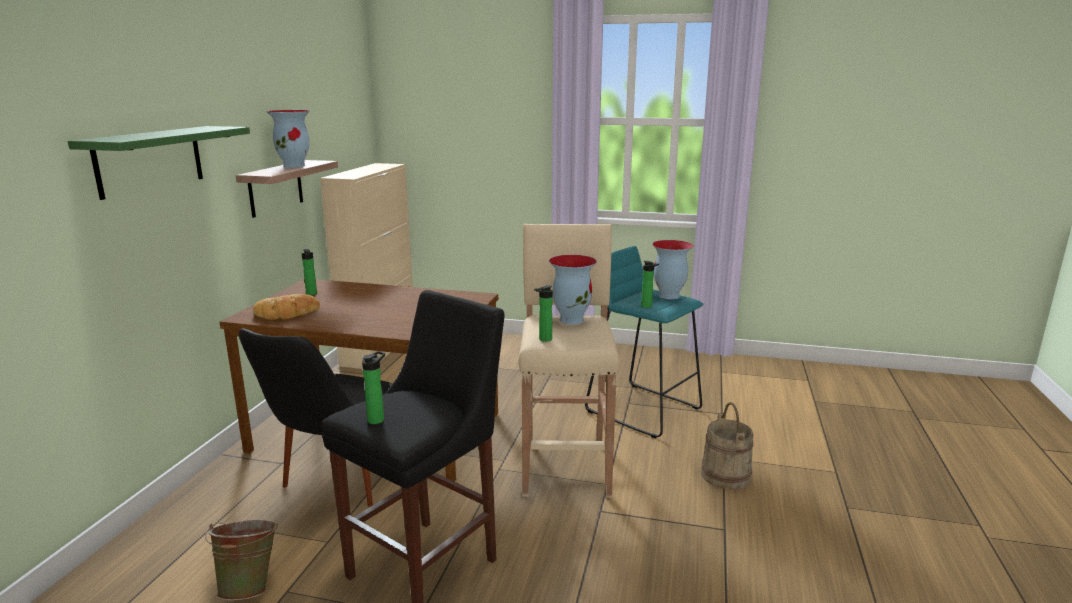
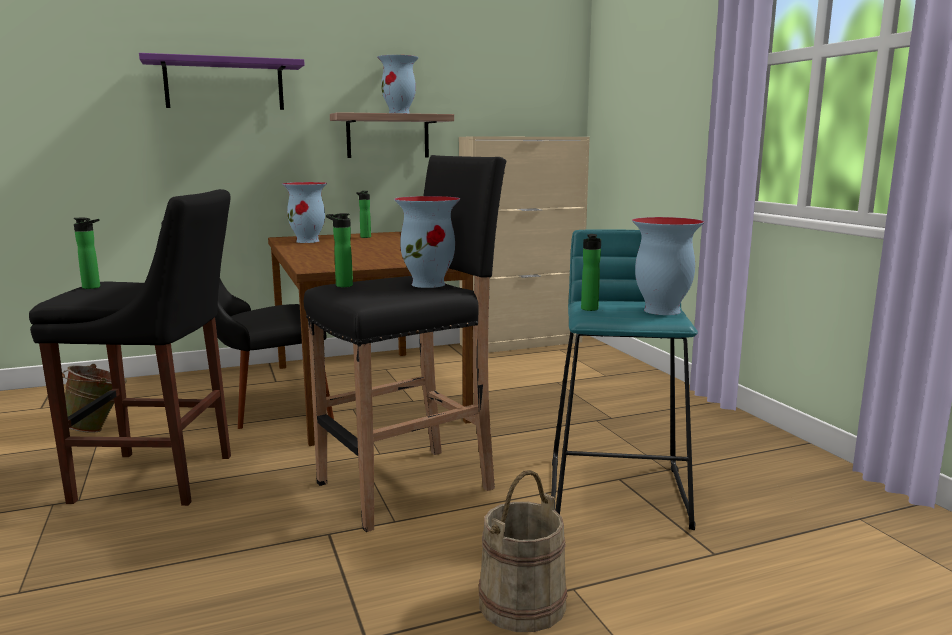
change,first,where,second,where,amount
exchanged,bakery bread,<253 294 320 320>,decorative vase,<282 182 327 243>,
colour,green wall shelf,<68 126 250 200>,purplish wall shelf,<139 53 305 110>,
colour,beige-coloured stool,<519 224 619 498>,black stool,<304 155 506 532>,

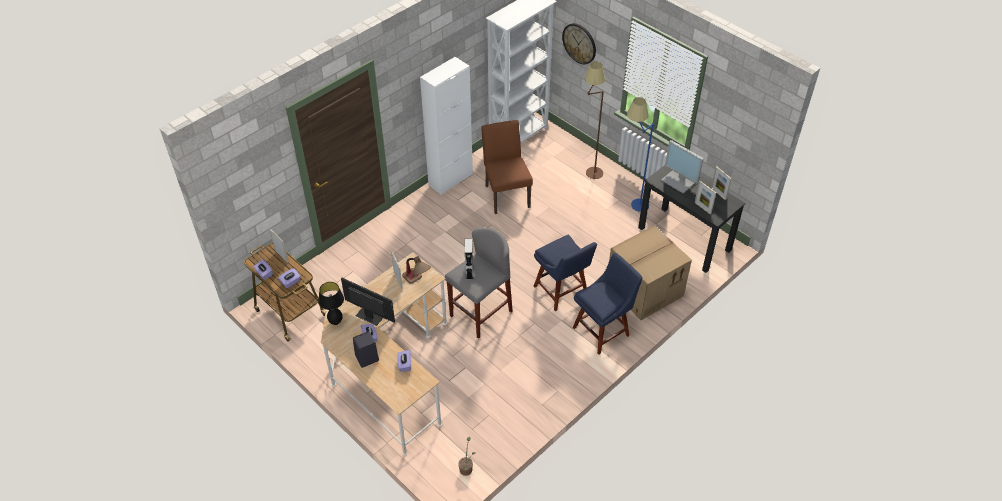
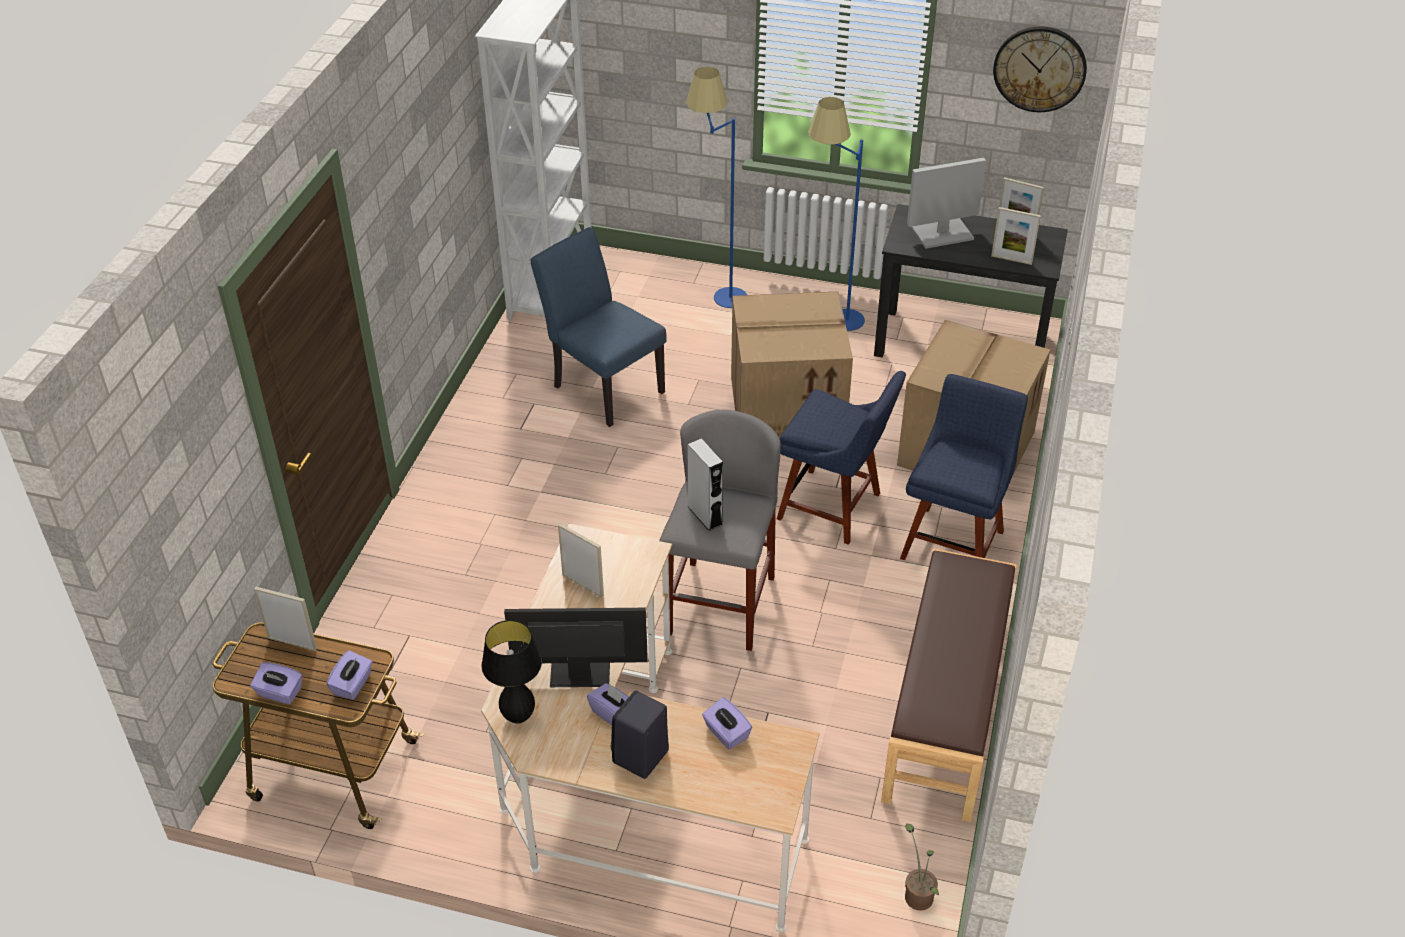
change,first,where,second,where,amount
missing,lamp for a table,<402 256 431 284>,,,
missing,whitish cupboard,<420 57 473 195>,,,
appeared,,,packing box,<731 291 853 439>,
appeared,,,brownish long seat,<881 548 1017 822>,
relocated,wall clock,<562 23 596 64>,,<993 26 1087 112>,
colour,brownish plain chair,<481 120 533 214>,blue plain chair,<531 227 667 427>,
colour,brownish standing lamp,<585 62 605 179>,blue standing lamp,<686 67 747 308>,
spun,computer display,<661 140 704 194>,,<907 158 986 249>,150 degrees clockwise

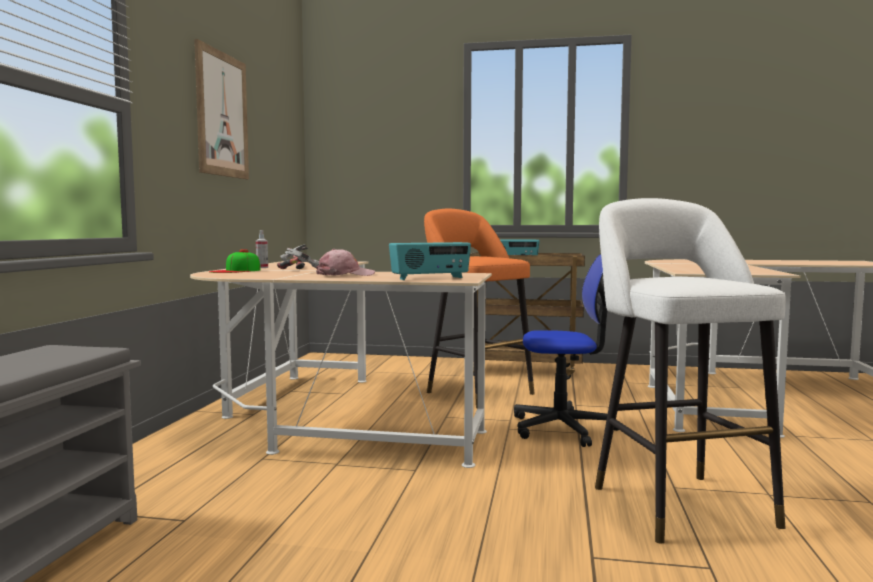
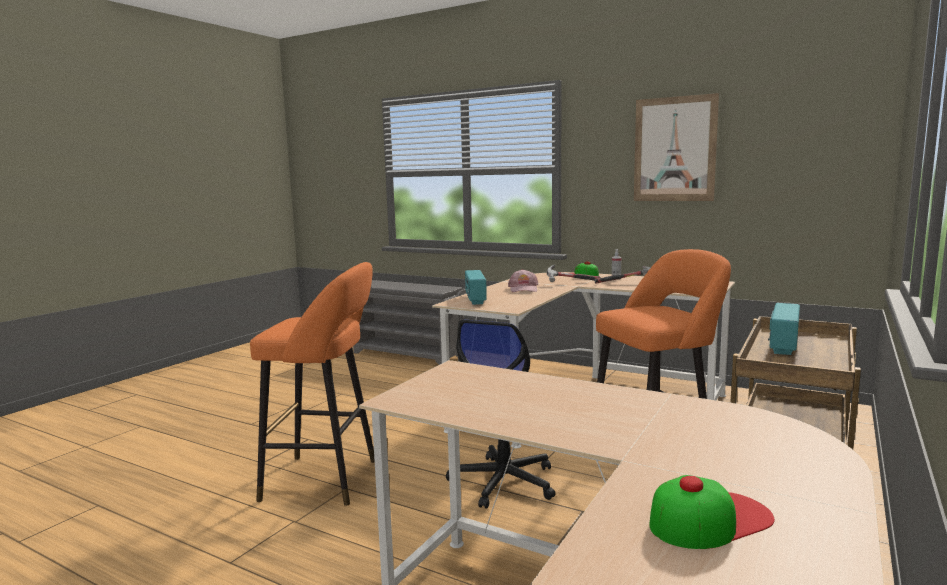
change,first,where,second,where,amount
appeared,,,baseball cap,<649 475 775 549>,
colour,whitish stool,<595 198 786 544>,orangey stool,<250 262 375 506>,

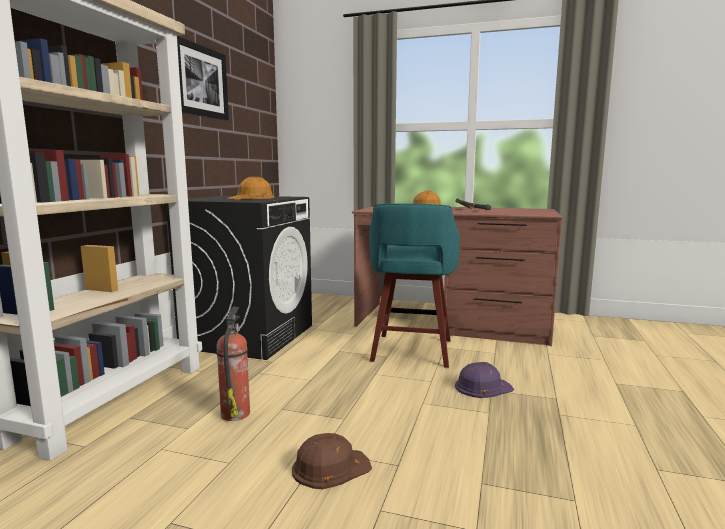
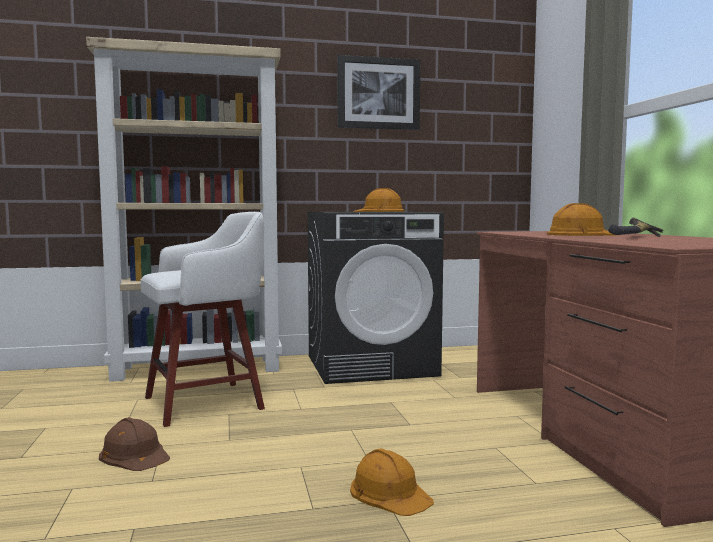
change,first,where,second,where,amount
missing,turquoise-coloured stool,<369 203 460 368>,,,
exchanged,fire-fighting cylinder,<216 307 250 421>,whitish stool,<141 212 265 427>,
colour,purplish safety helmet,<455 362 514 398>,orangey safety helmet,<350 448 434 516>,

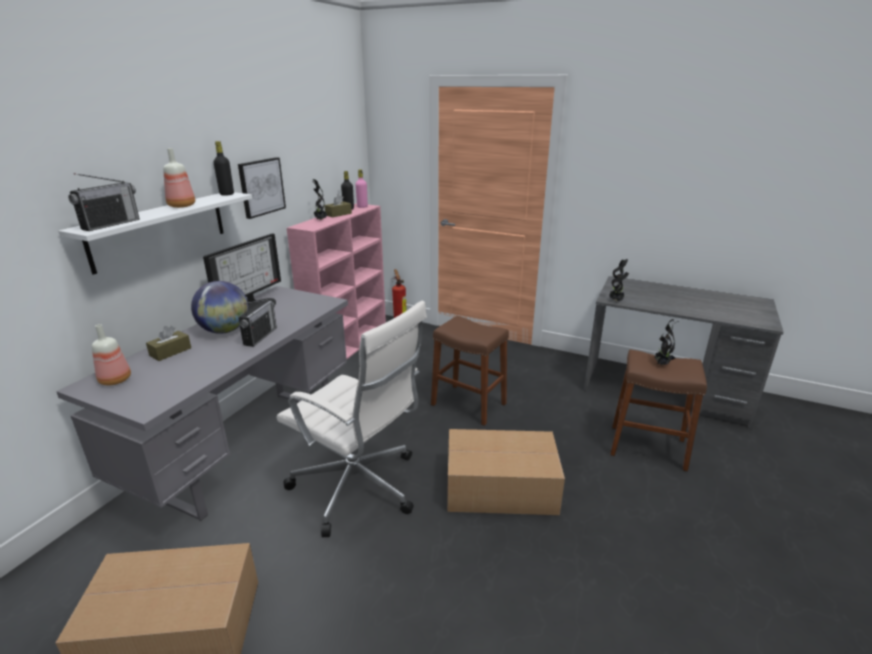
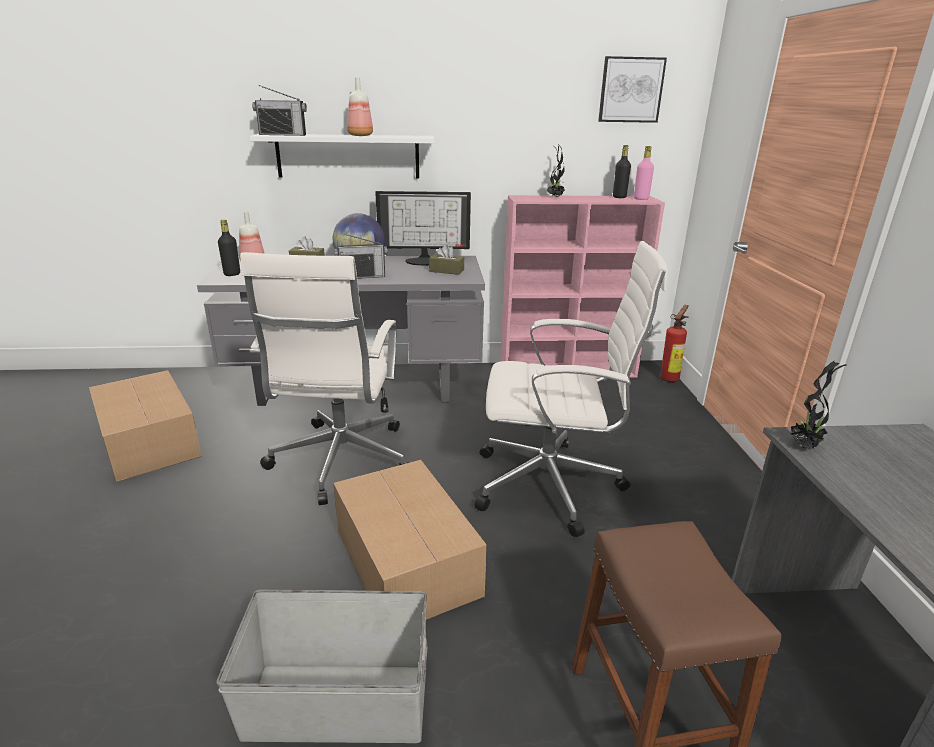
change,first,where,second,where,amount
missing,potted plant,<654 319 679 365>,,,
appeared,,,grey storage container,<216 589 427 743>,
relocated,black bottle,<213 141 234 196>,,<218 219 240 276>,
relocated,wall art,<238 157 286 219>,,<598 56 667 123>,
relocated,brownish tissue holder,<324 194 352 217>,,<429 244 464 275>,
exchanged,brownish stool,<431 316 509 426>,whitish office chair,<474 241 668 537>,

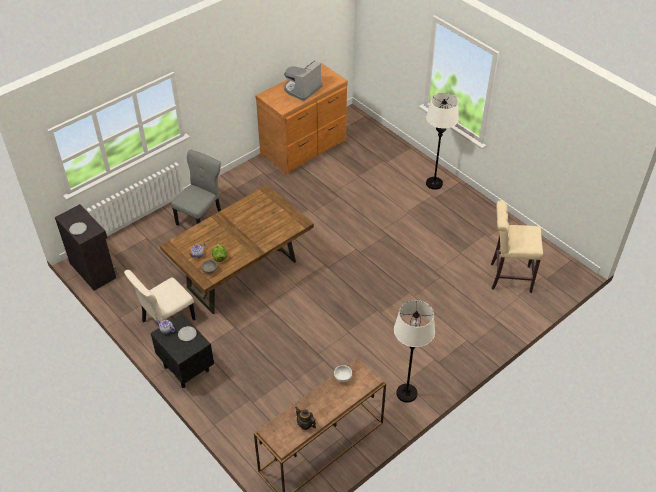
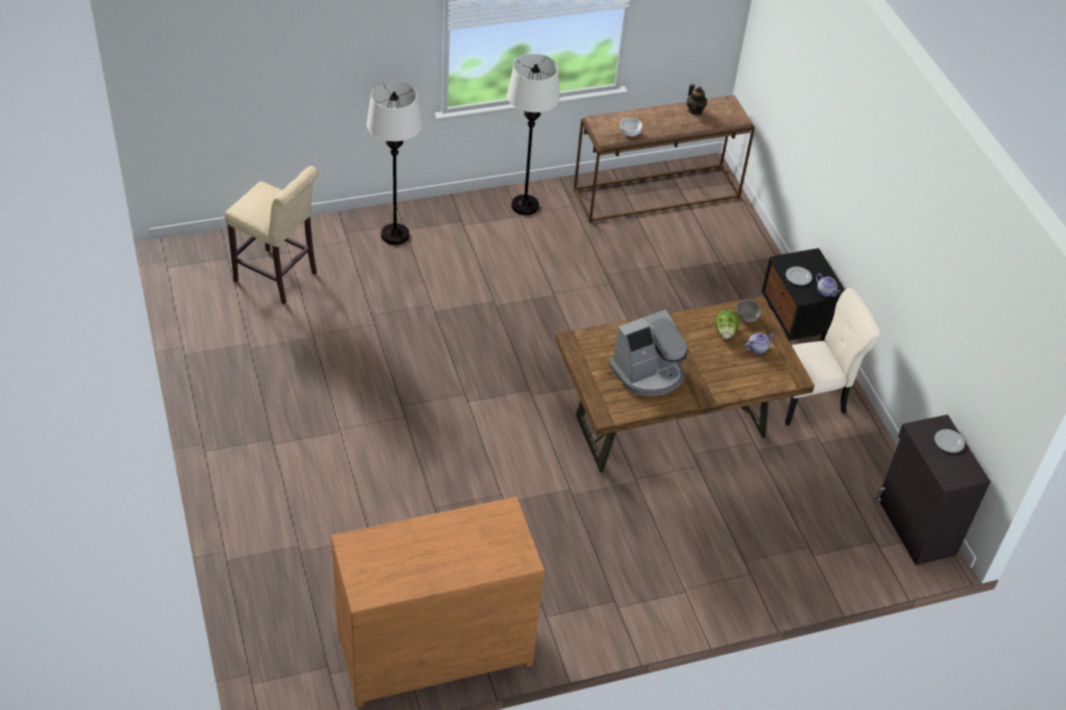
change,first,where,second,where,amount
missing,grey plain chair,<171 150 221 226>,,,
relocated,coffee brewer,<284 60 323 101>,,<609 310 688 396>,
relocated,whitish standing lamp,<426 93 459 190>,,<367 81 422 245>,

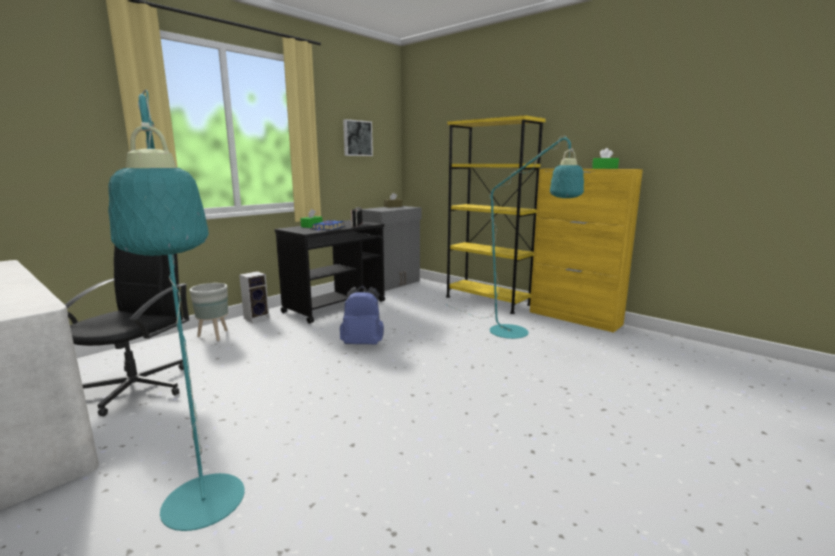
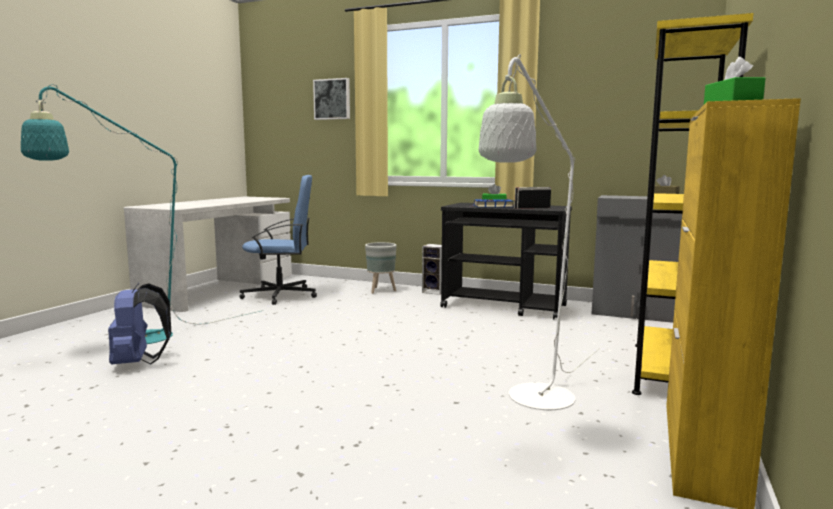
change,first,where,second,where,amount
relocated,blue backpack,<340 286 384 345>,,<108 283 171 365>,
relocated,wall art,<343 119 373 156>,,<313 78 350 120>,
colour,black office chair,<65 246 189 416>,blue office chair,<239 175 317 305>,
colour,turquoise-coloured standing lamp,<445 136 584 339>,whitish standing lamp,<479 54 600 410>,

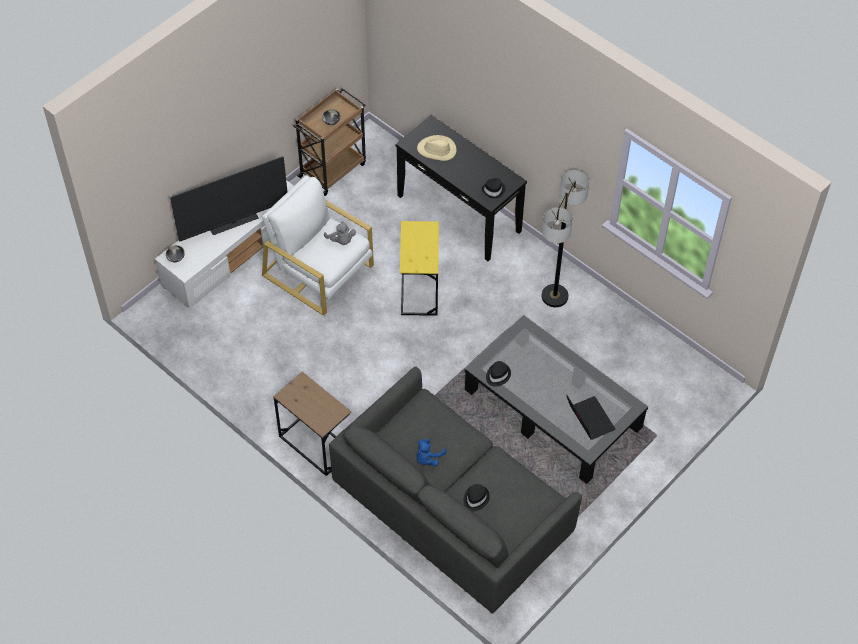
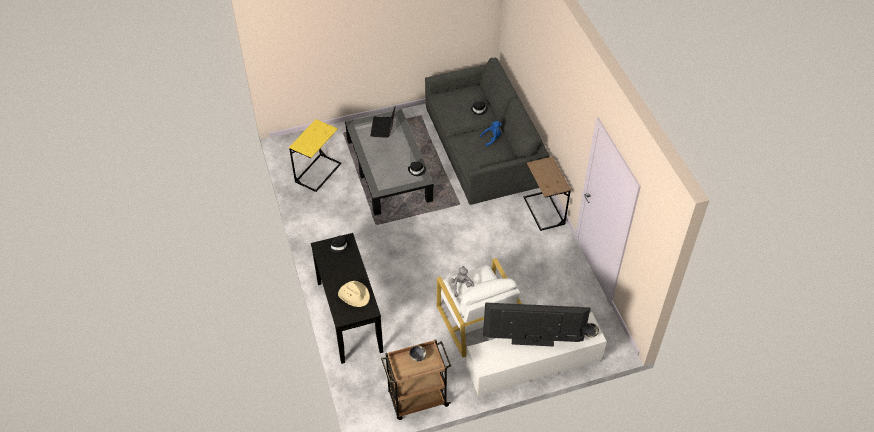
change,first,where,second,where,amount
missing,standing lamp,<542 170 589 307>,,,
relocated,yellow-coloured end table,<400 221 439 316>,,<289 119 341 192>,

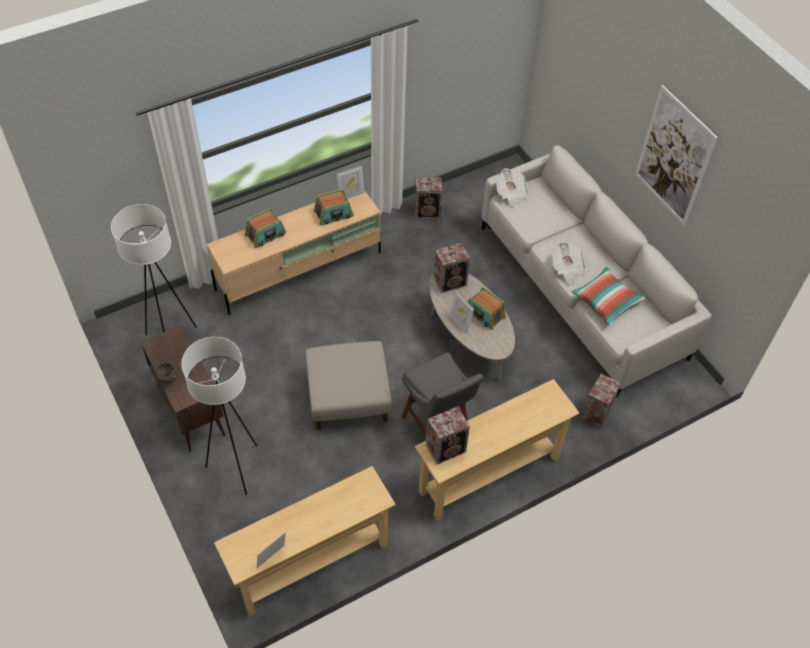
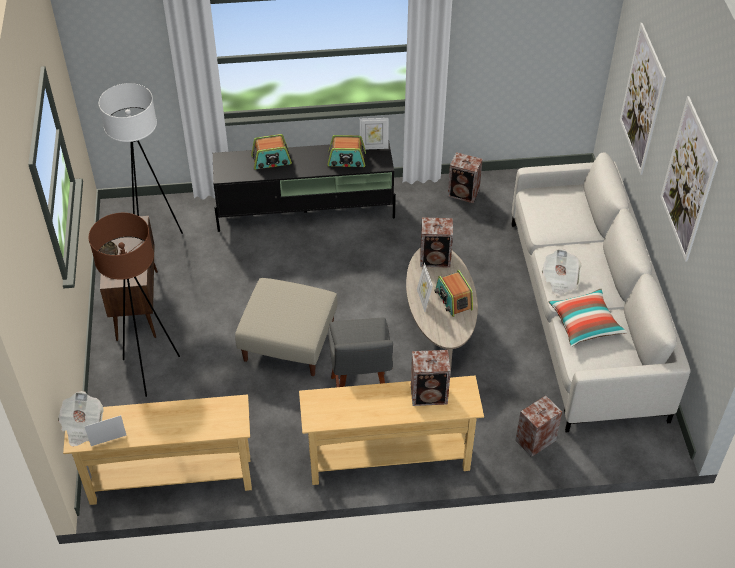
change,first,where,second,where,amount
appeared,,,wall art,<620 23 666 175>,
relocated,loudspeaker,<426 406 470 464>,,<411 350 451 406>,
relocated,newspaper,<496 168 529 208>,,<58 391 104 447>,
colour,whitish standing lamp,<181 337 257 495>,brownish standing lamp,<89 213 180 397>,
colour,beige-coloured media console,<207 190 381 315>,black media console,<213 140 396 232>,

